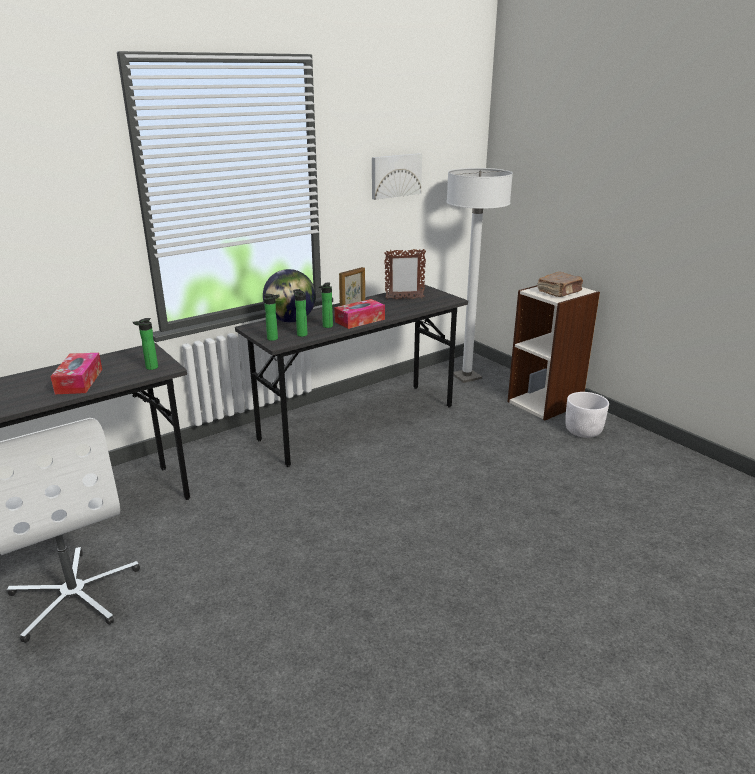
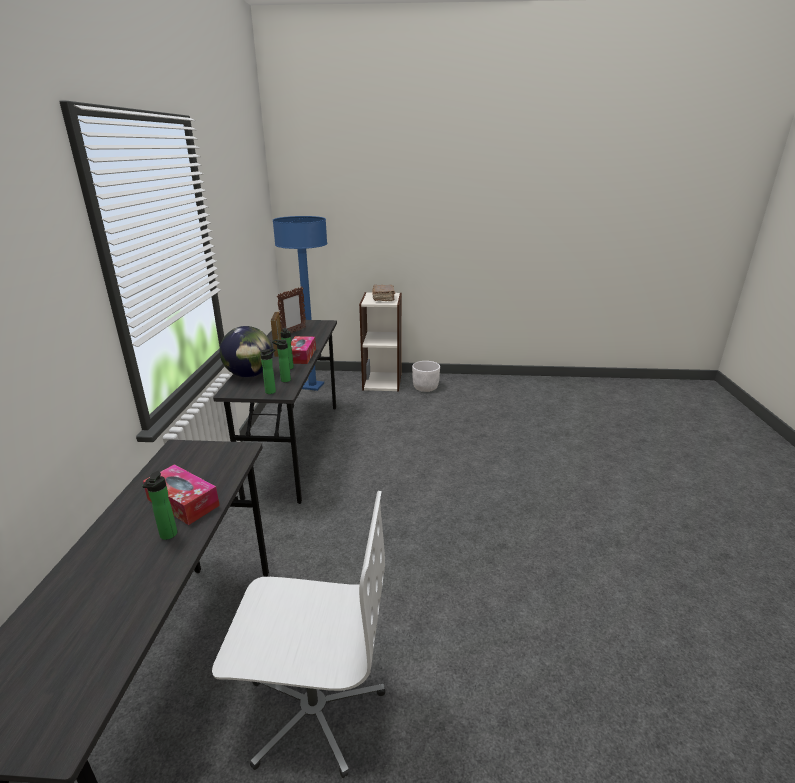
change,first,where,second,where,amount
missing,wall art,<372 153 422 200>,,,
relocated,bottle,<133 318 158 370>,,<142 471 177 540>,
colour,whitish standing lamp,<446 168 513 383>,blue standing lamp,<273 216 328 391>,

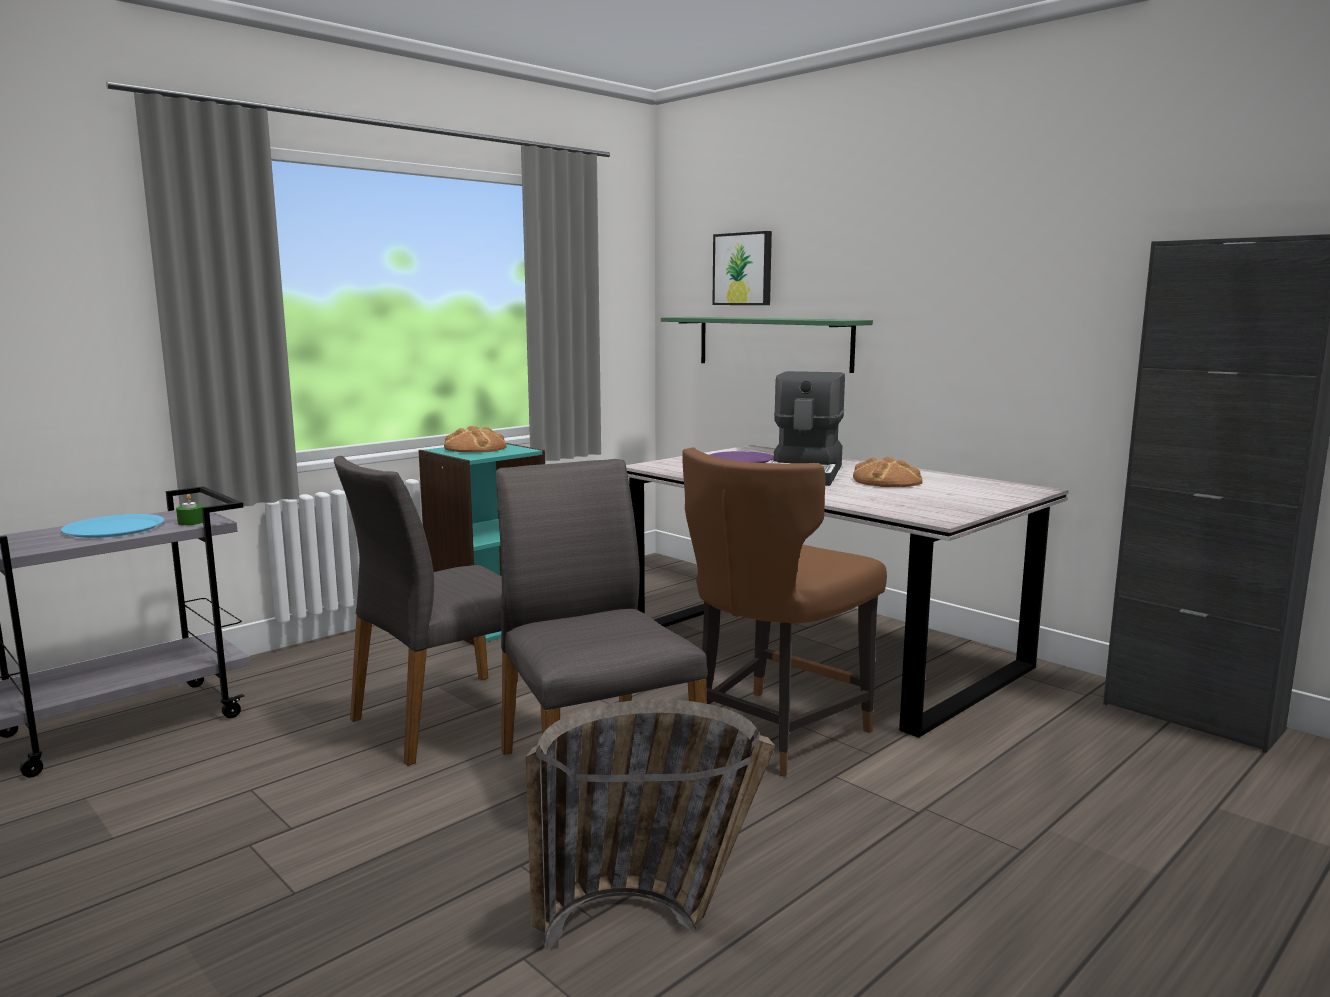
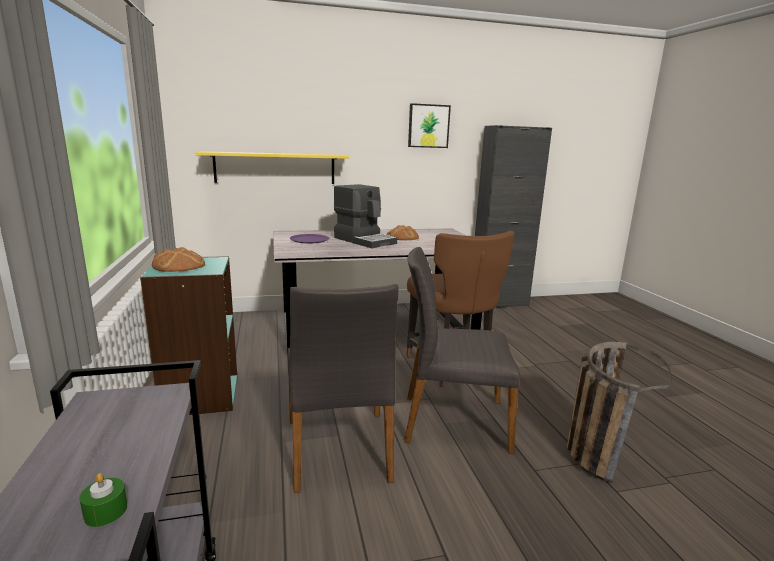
change,first,where,second,where,amount
missing,blue dinner plate,<61 514 164 538>,,,
relocated,green wax candle,<176 494 203 526>,,<79 473 127 527>,
relocated,wall art,<712 231 772 305>,,<408 103 451 148>,
colour,green wall shelf,<661 317 873 373>,yellow-coloured wall shelf,<196 151 349 184>,

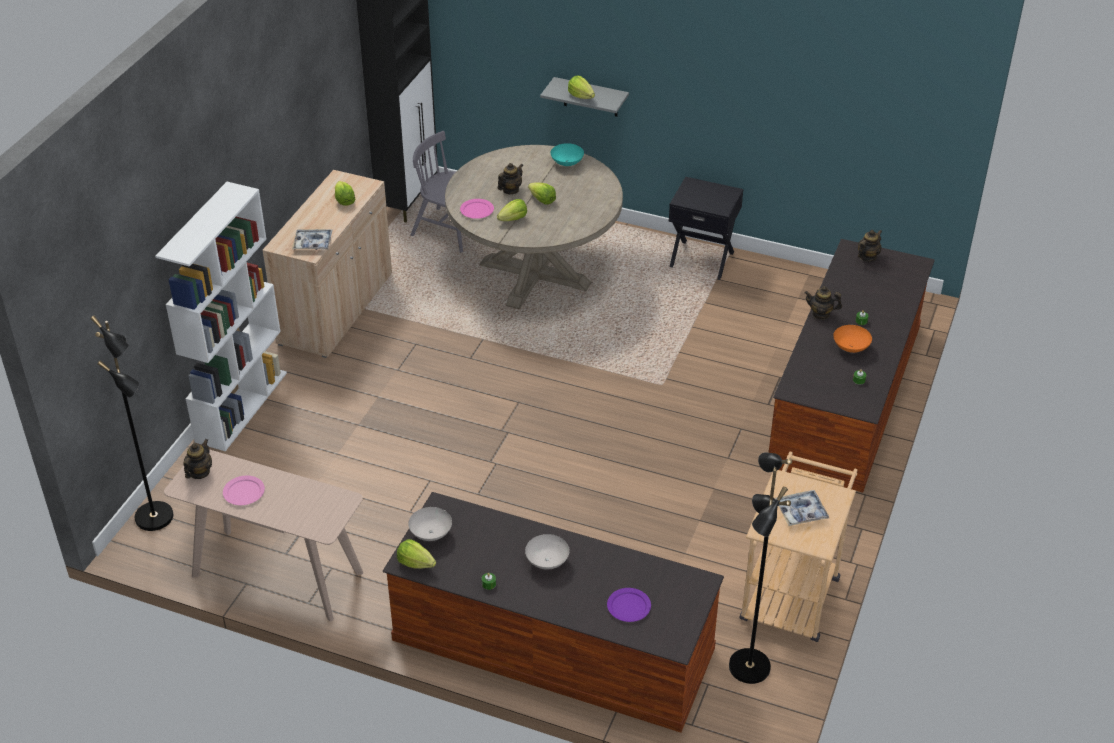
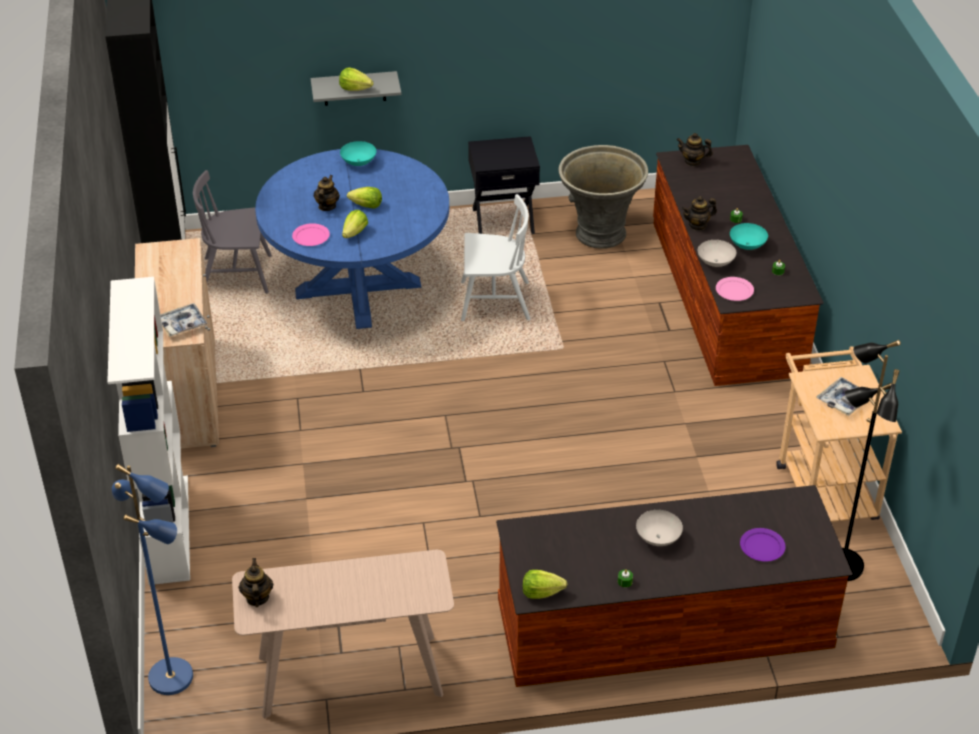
change,first,where,second,where,amount
missing,lettuce,<335 181 356 206>,,,
appeared,,,whitish plain chair,<461 194 531 321>,
appeared,,,grey flower pot,<559 145 648 249>,
relocated,pink dinner plate,<223 476 265 505>,,<716 277 754 301>,
relocated,whitish bowl,<408 507 452 541>,,<698 240 736 267>,
colour,black standing lamp,<90 316 173 531>,blue standing lamp,<112 464 193 695>,
colour,beige-coloured dinner table,<445 145 623 309>,blue dinner table,<255 149 449 329>,
colour,orangey bowl,<833 325 872 353>,turquoise-coloured bowl,<730 223 768 250>,
spun,pot for tea,<858 230 882 262>,,<677 133 713 166>,90 degrees counterclockwise

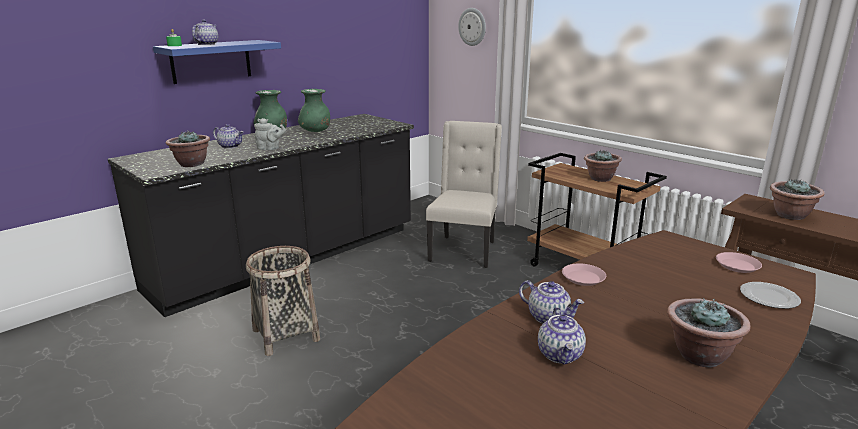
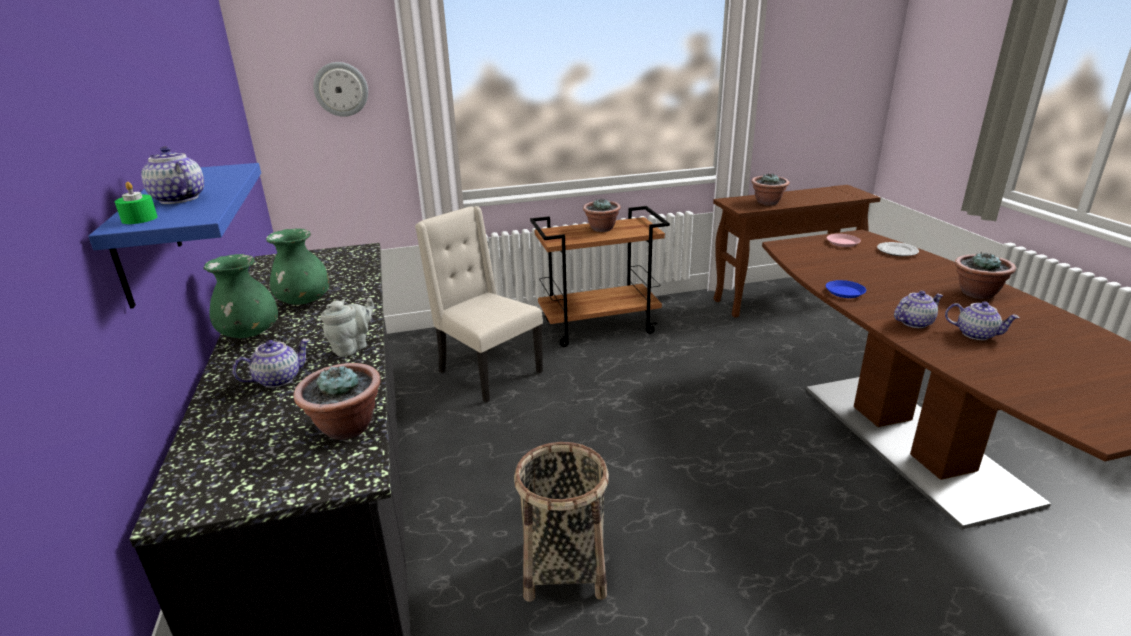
change,first,where,second,where,amount
colour,pink dinner plate,<562 263 606 286>,blue dinner plate,<826 280 866 298>,

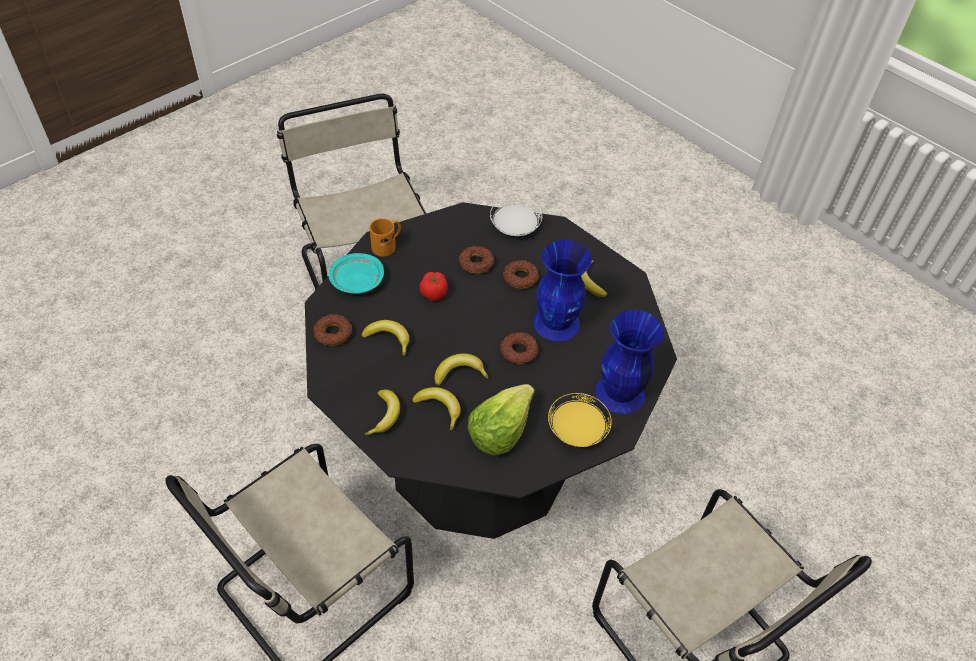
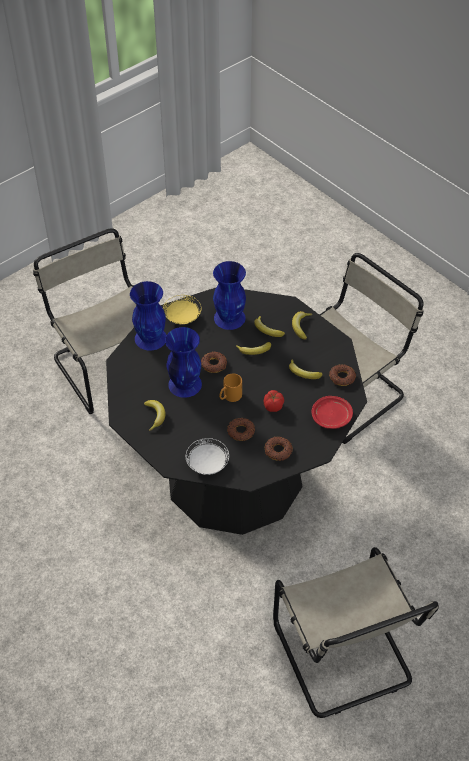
change,first,where,second,where,amount
relocated,orangey mug,<370 218 401 257>,,<219 374 242 402>,
relocated,doughnut,<503 260 539 289>,,<265 436 293 461>,
exchanged,lettuce,<468 384 535 456>,blue decorative vase,<213 261 246 330>,
colour,turquoise-coloured dinner plate,<329 253 384 294>,red dinner plate,<312 396 353 429>,

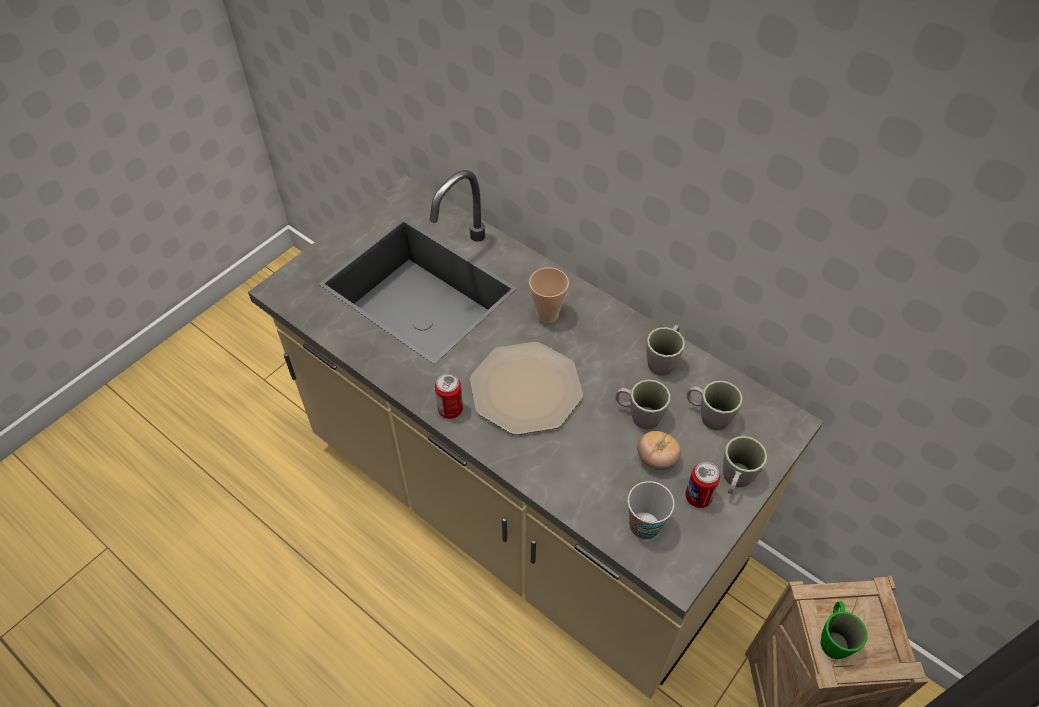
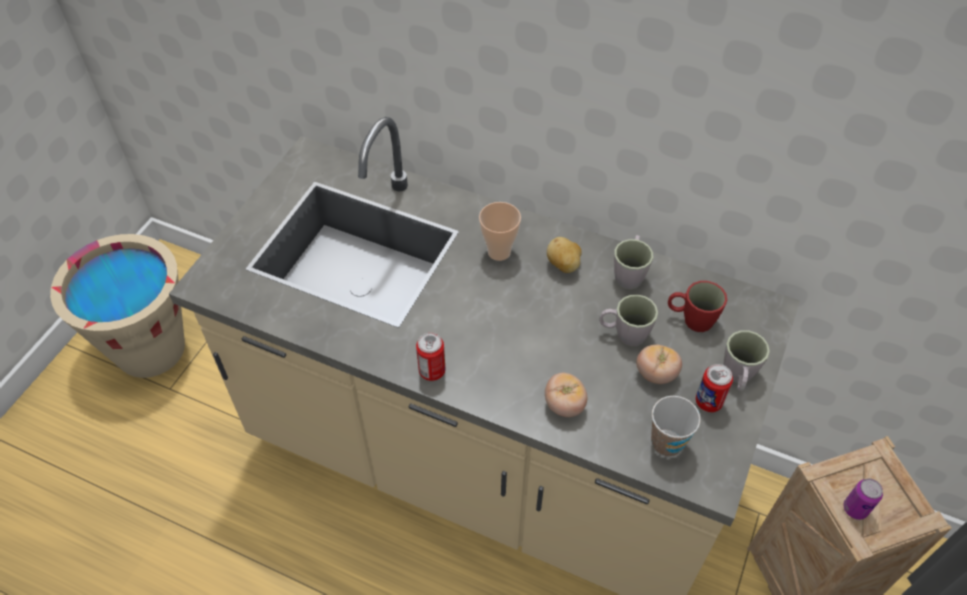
change,first,where,second,where,amount
missing,dinner plate,<470 342 583 435>,,,
appeared,,,beige-coloured water bucket,<50 234 185 378>,
appeared,,,fresh tomato,<545 373 587 417>,
appeared,,,potato,<547 237 582 273>,
exchanged,green mug,<820 601 868 659>,metal can,<843 478 883 520>,
colour,grey mug,<687 381 743 430>,red mug,<668 281 727 332>,

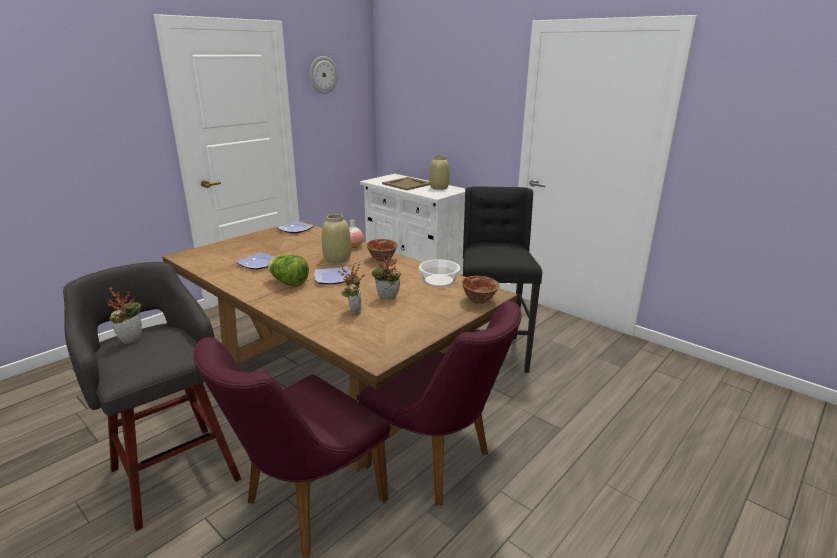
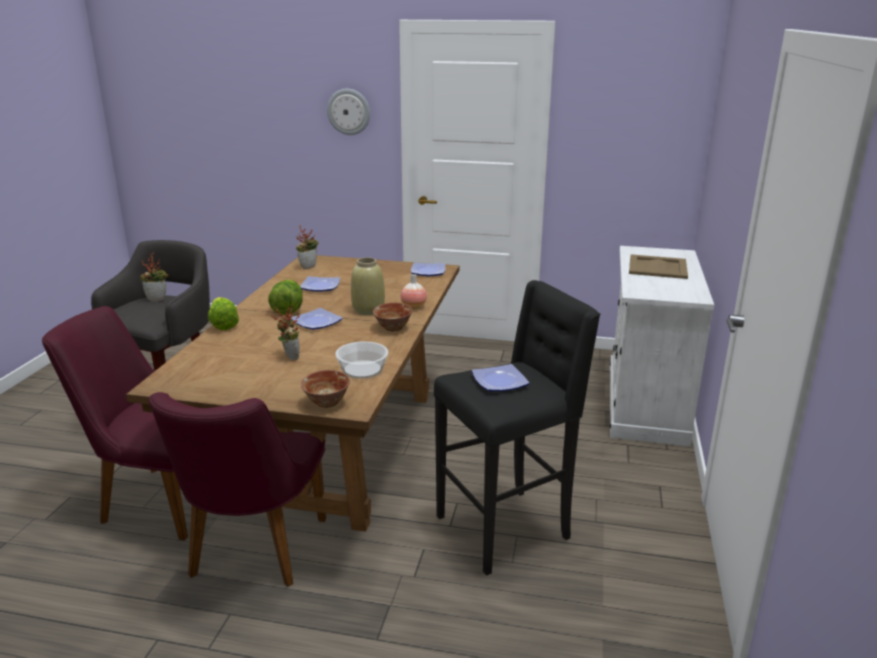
change,first,where,second,where,amount
missing,beige-coloured decorative vase,<429 155 450 190>,,,
appeared,,,lettuce,<208 297 239 330>,
appeared,,,dinner plate,<472 364 530 391>,
relocated,wall clock,<309 56 338 94>,,<327 89 370 135>,
relocated,potted plant,<338 264 365 315>,,<296 225 318 269>,

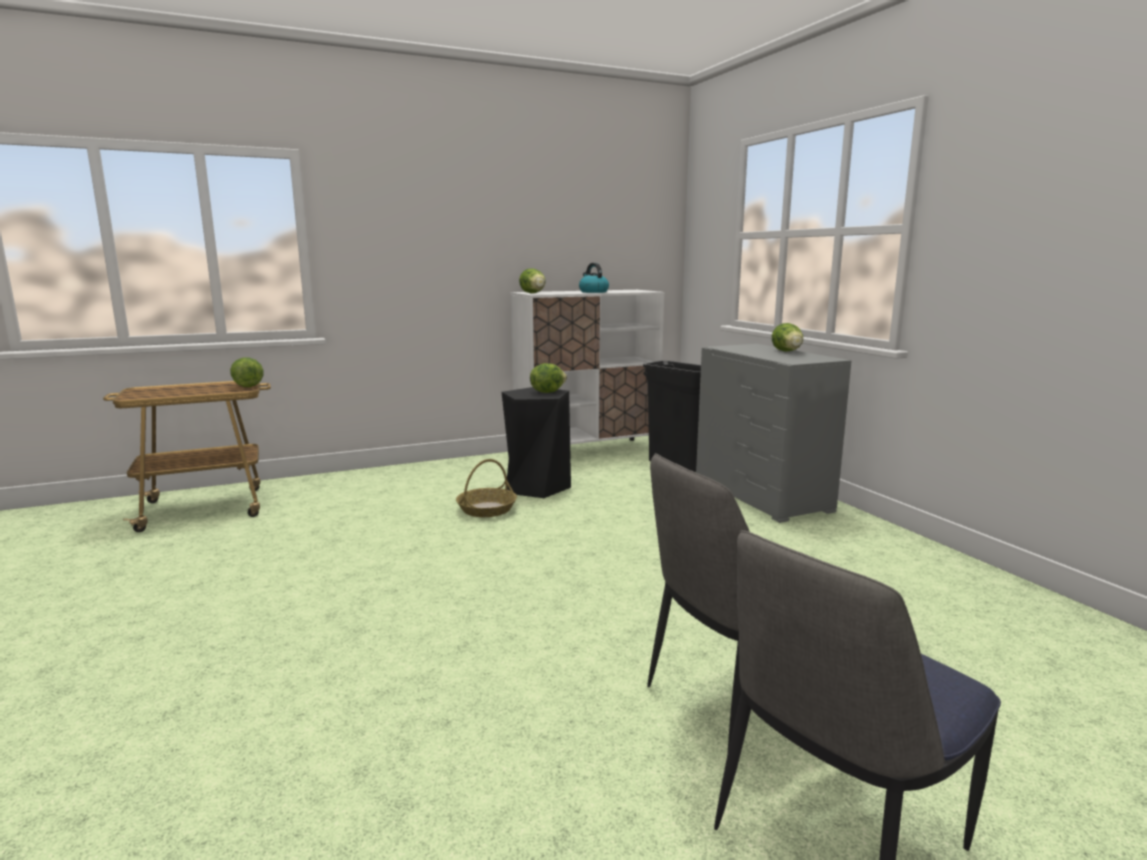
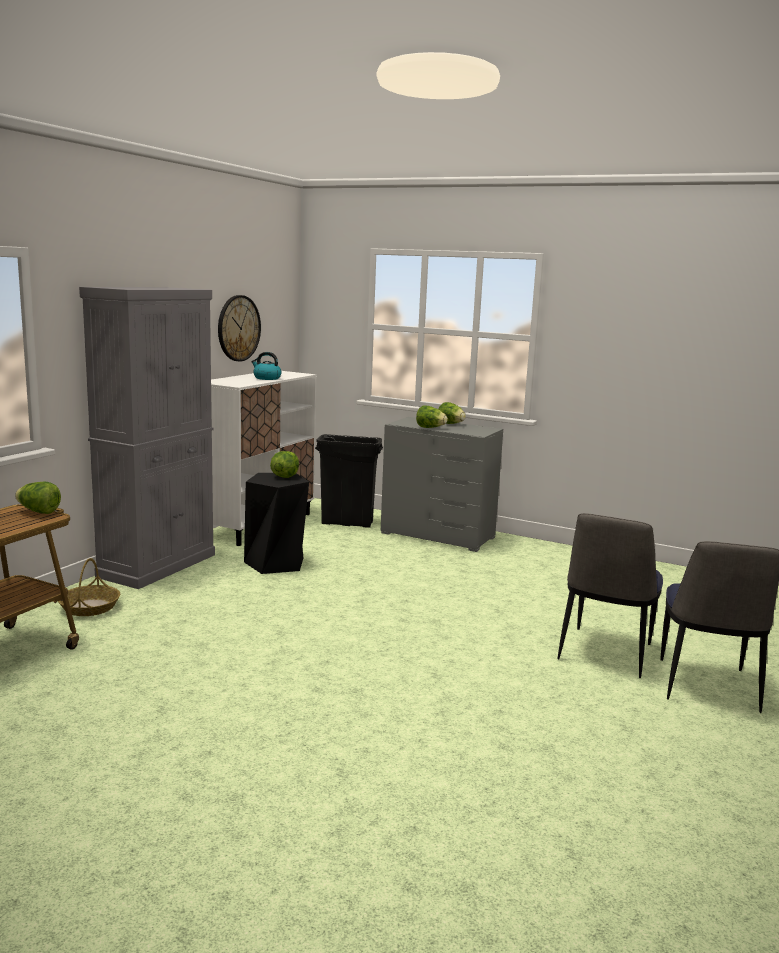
change,first,where,second,where,amount
appeared,,,grey cupboard,<79 287 215 589>,
appeared,,,wall clock,<218 295 261 362>,
relocated,storage basket,<456 459 517 517>,,<58 558 120 616>,
relocated,lettuce,<519 268 546 293>,,<416 406 448 428>,

